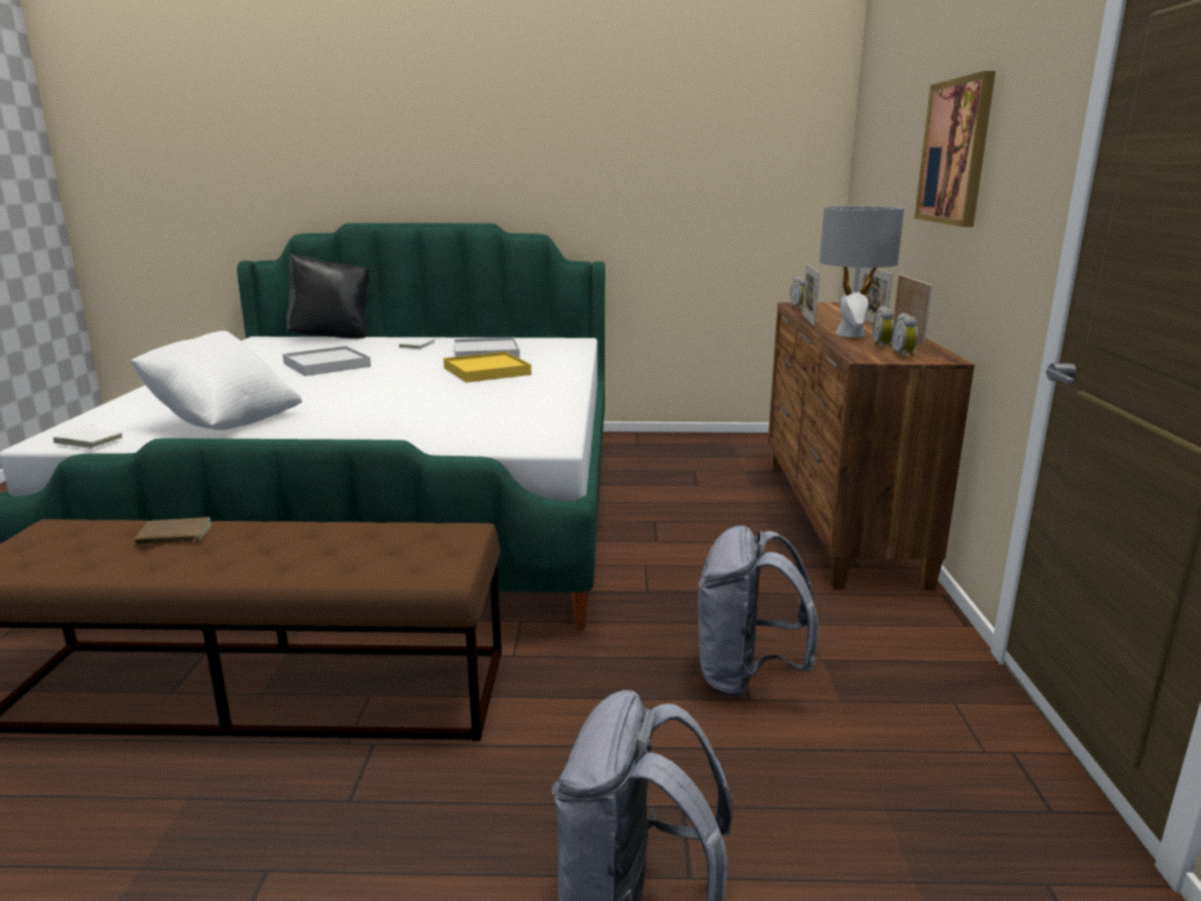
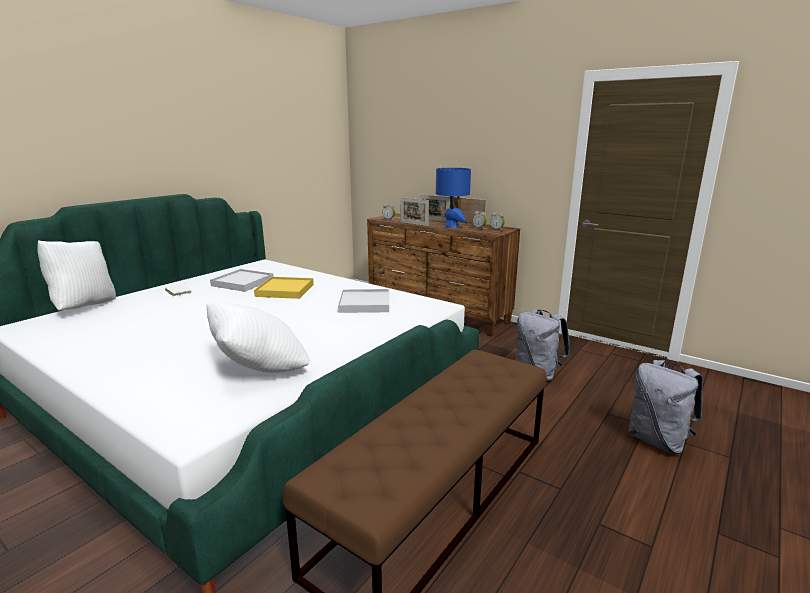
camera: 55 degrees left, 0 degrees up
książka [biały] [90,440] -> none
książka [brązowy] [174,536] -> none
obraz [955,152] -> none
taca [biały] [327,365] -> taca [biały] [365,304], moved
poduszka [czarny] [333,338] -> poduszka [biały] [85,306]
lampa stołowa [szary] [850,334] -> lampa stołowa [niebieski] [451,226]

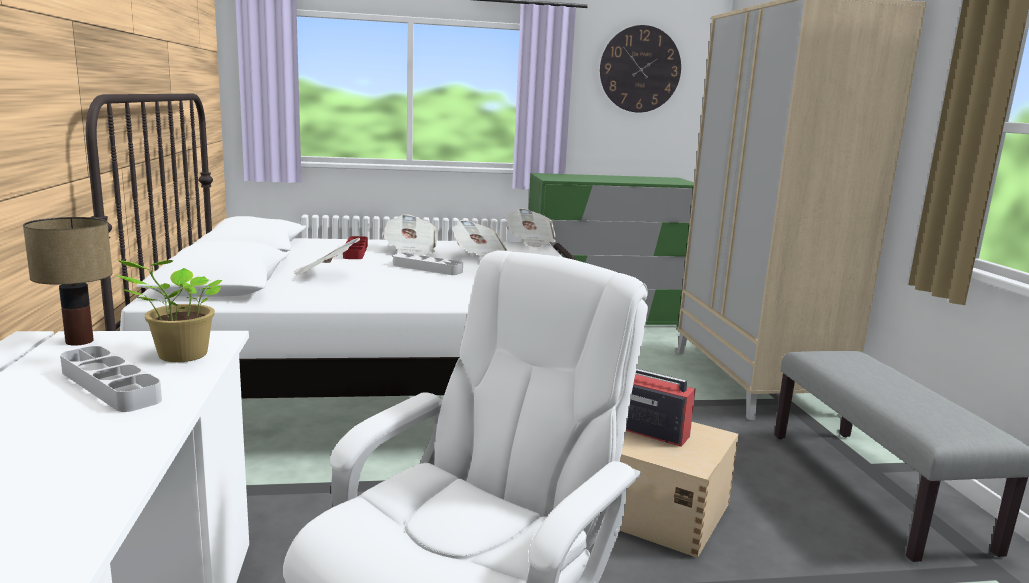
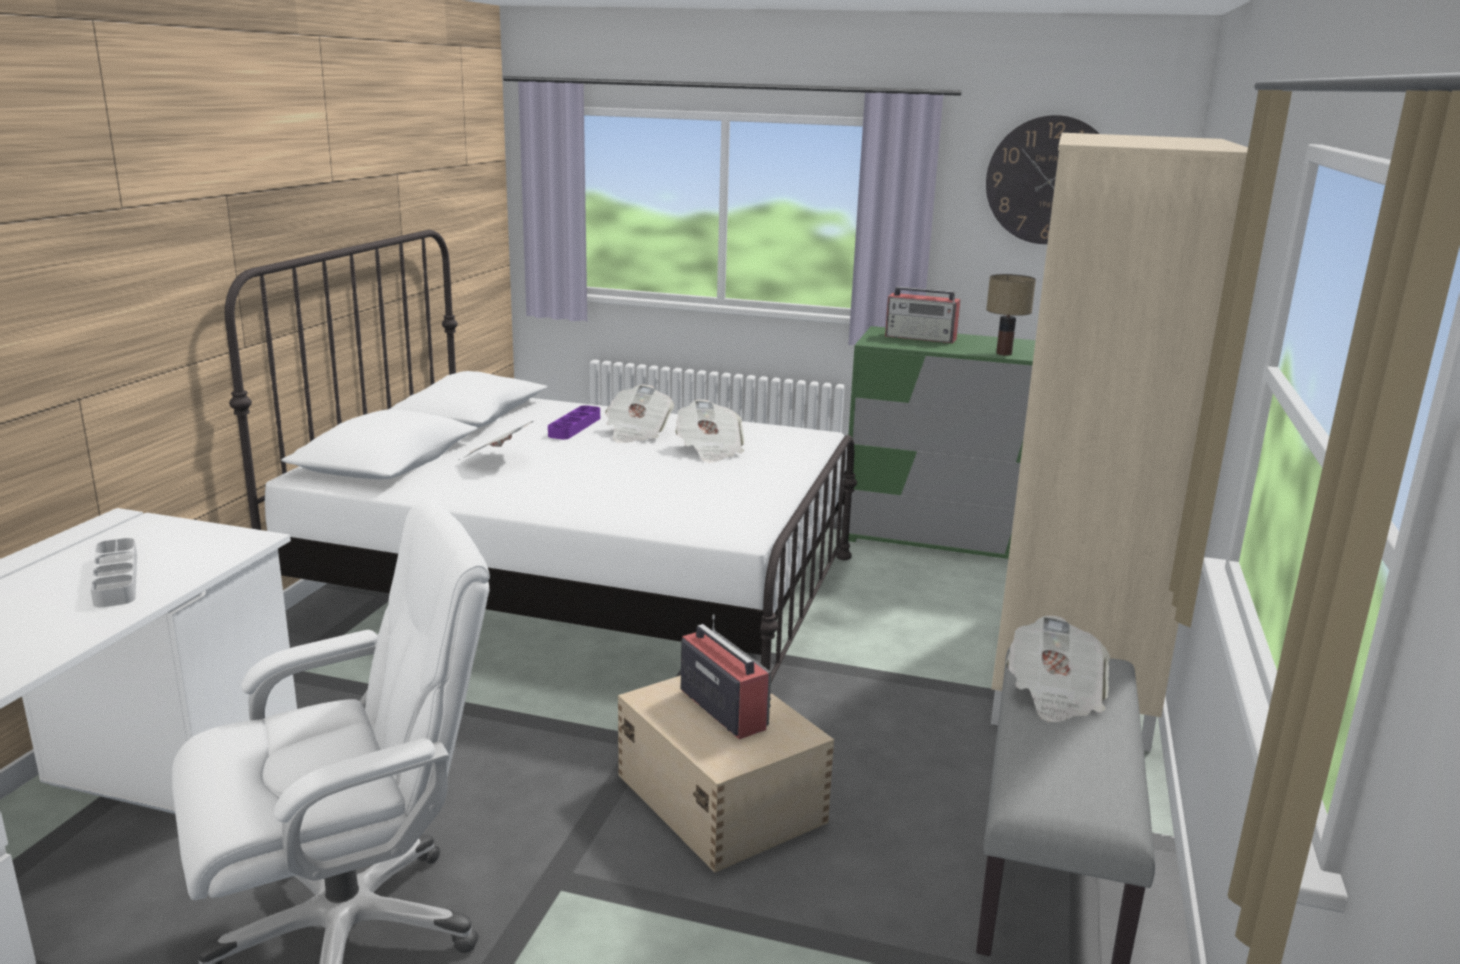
camera: 25 degrees right, 5 degrees up
roślina doniczkowa [179,356] -> none
taca [szary] [427,268] -> none
none -> radio [921,338]
lampa stołowa [78,342] -> lampa stołowa [1003,353], moved
gazeta [530,242] -> gazeta [1054,695], moved
taca [czerwony] [355,251] -> taca [fioletowy] [574,427]

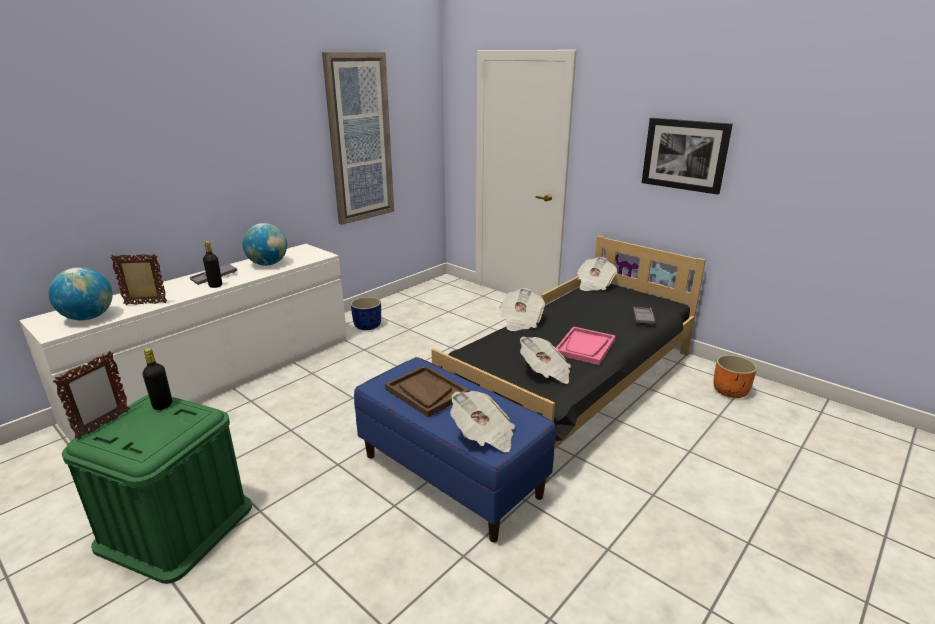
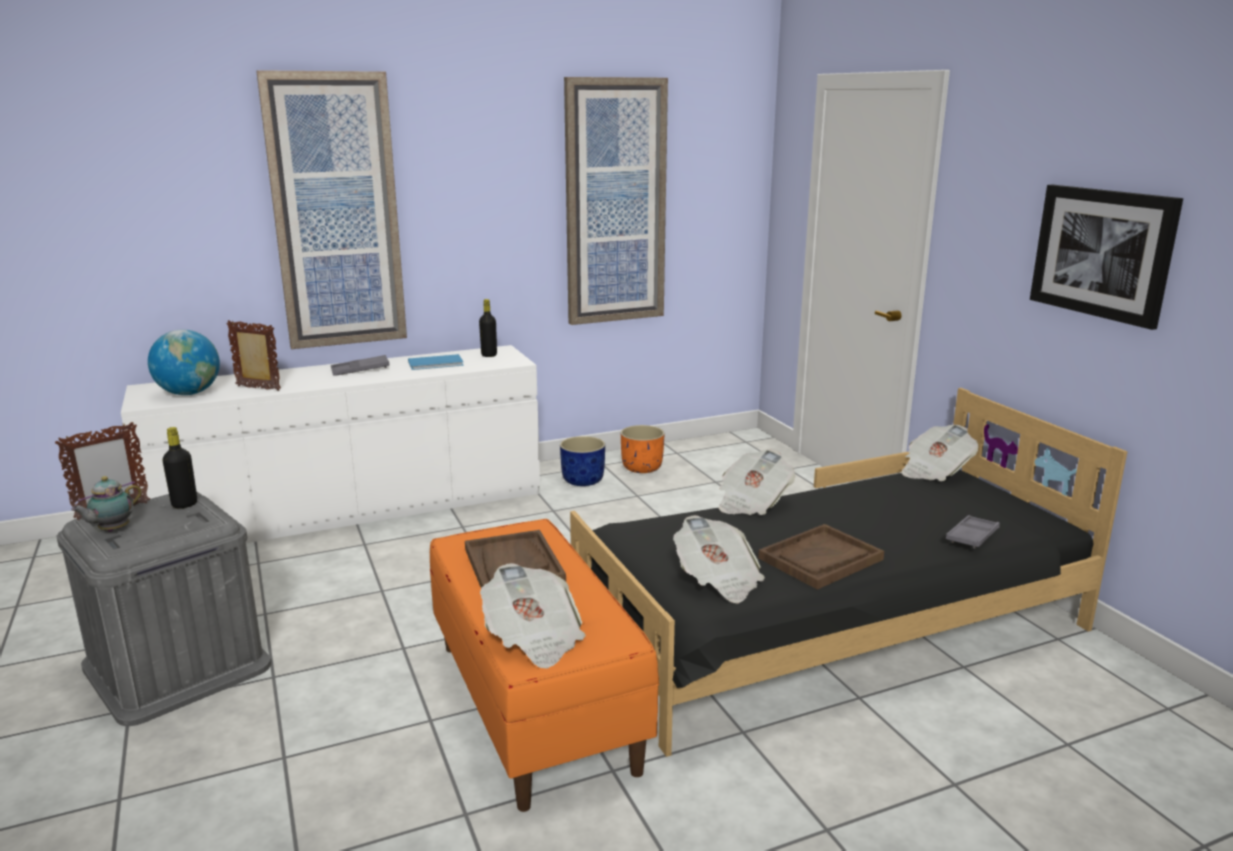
camera: 25 degrees right, 5 degrees down
none -> imbryk [112,530]
none -> obraz [336,212]
butelka [czarny] [215,285] -> butelka [czarny] [489,355], moved
donica [pomarańczowy] [730,391] -> donica [pomarańczowy] [642,468], moved
globus [268,264] -> książka [niebieski] [437,363]
pojemnik do przechowywania [zielony] [175,526] -> pojemnik do przechowywania [szary] [177,665]
ławka [niebieski] [451,475] -> ławka [pomarańczowy] [536,705]
taca [różowy] [585,347] -> taca [brązowy] [820,559]

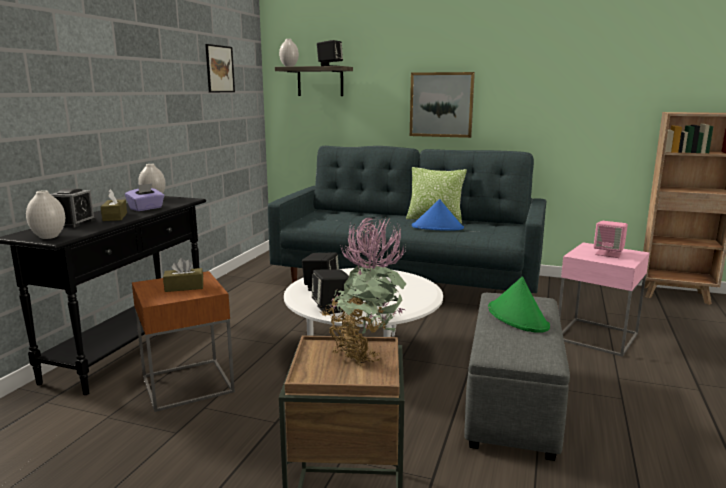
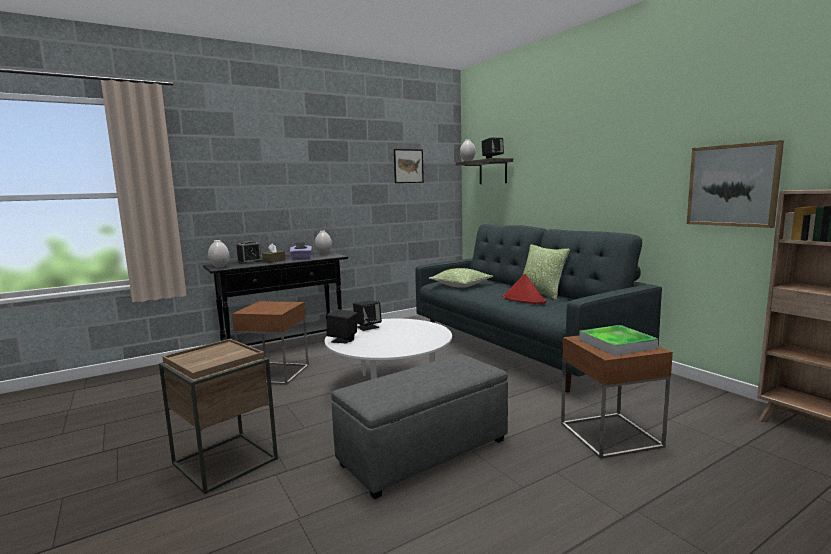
camera: 40 degrees right, 5 degrees down
pudełko chusteczek [brązowy] [184,287] -> none
roślina doniczkowa [364,353] -> none
kapelusz [zielony] [518,318] -> none
none -> poduszka [461,285]
obraz [441,104] -> obraz [732,185], moved
głośnik [różowy] [608,254] -> taca [617,344]
kapelusz [niebieski] [437,227] -> kapelusz [czerwony] [523,299]
stolik [różowy] [597,336] -> stolik [brązowy] [610,435]

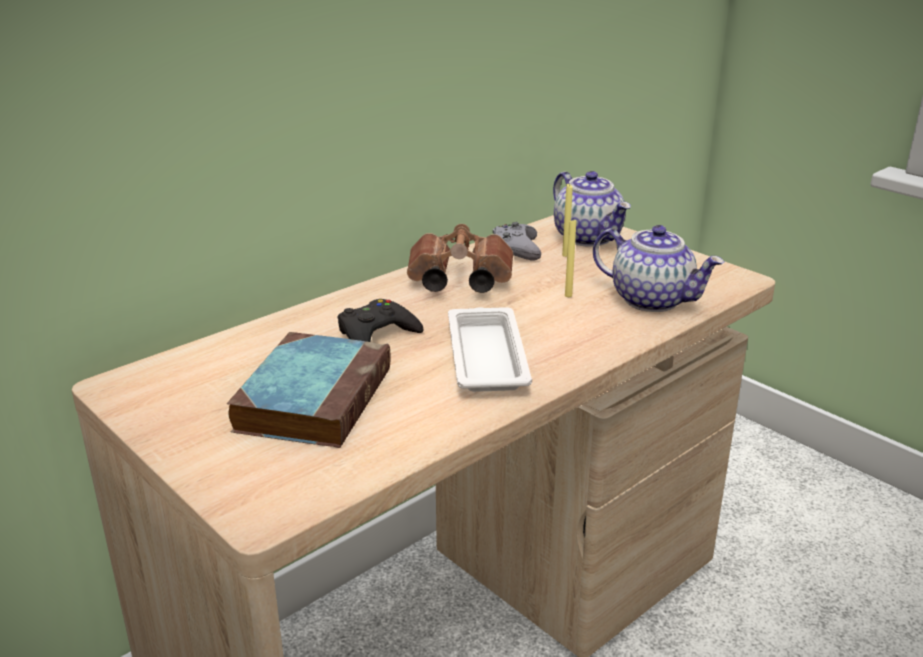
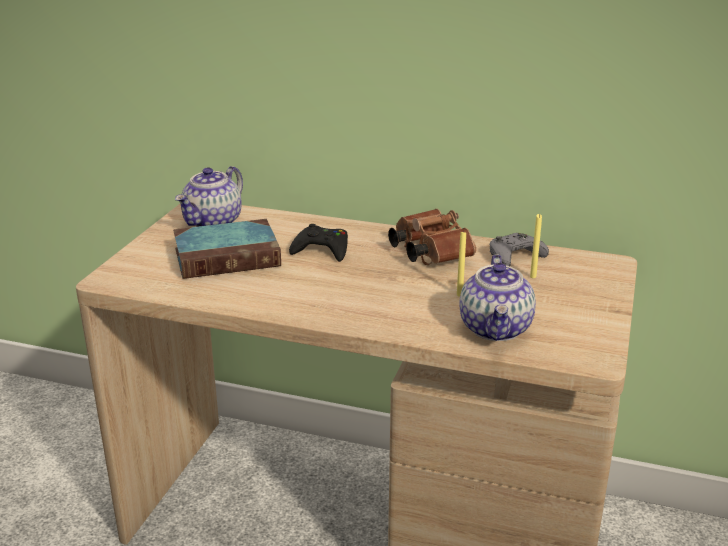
camera: 60 degrees right, 0 degrees up
taca [biały] [486,356] -> none
imbryk [589,238] -> imbryk [213,223], moved

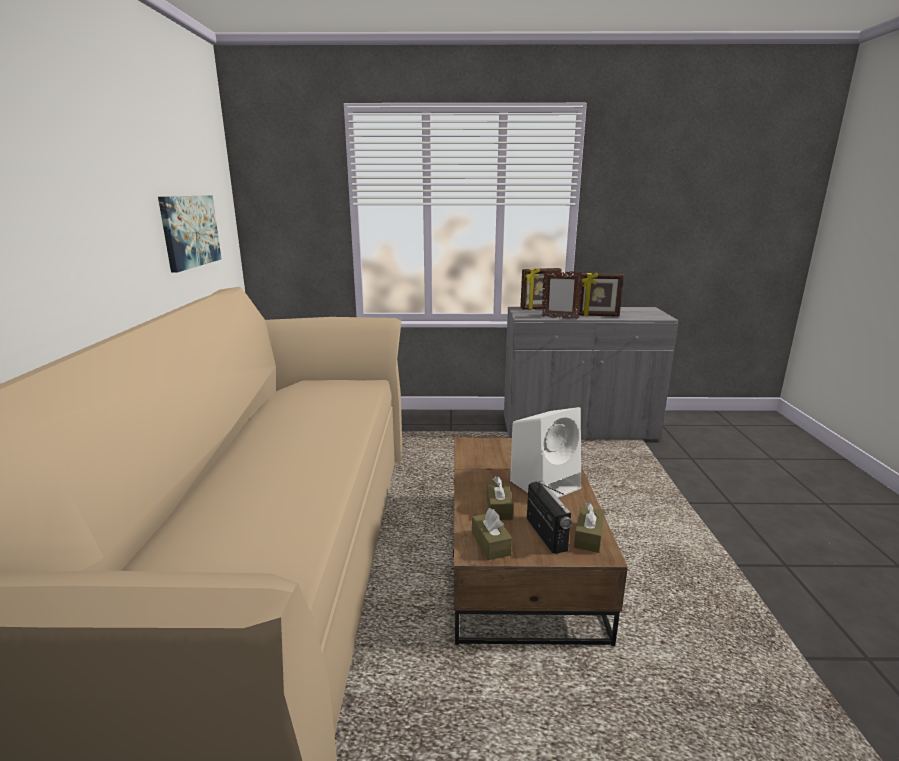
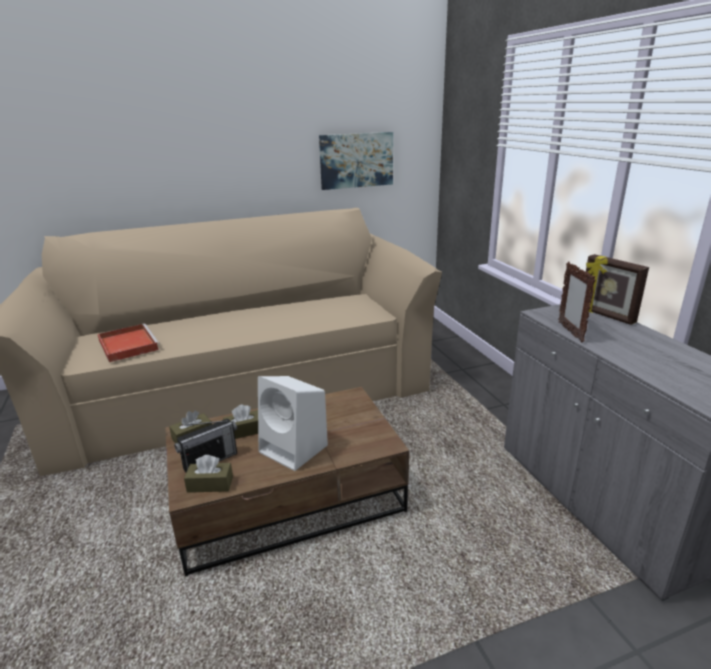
camera: 70 degrees right, 5 degrees up
ramka na zdjęcie [597,316] -> none
none -> taca [czerwony] [127,345]

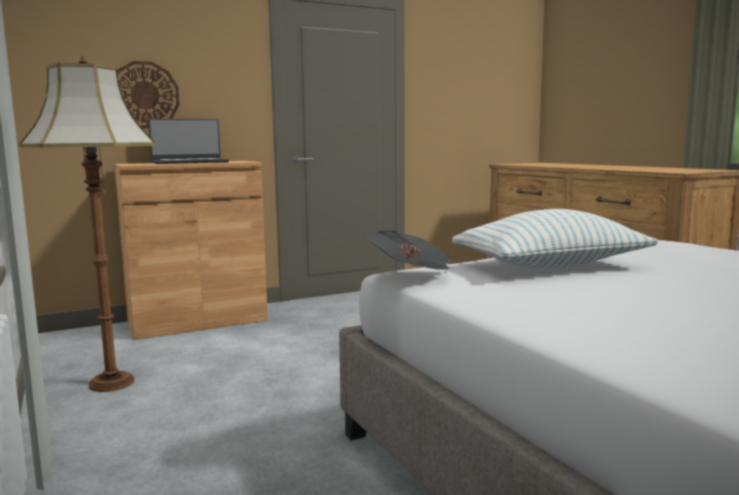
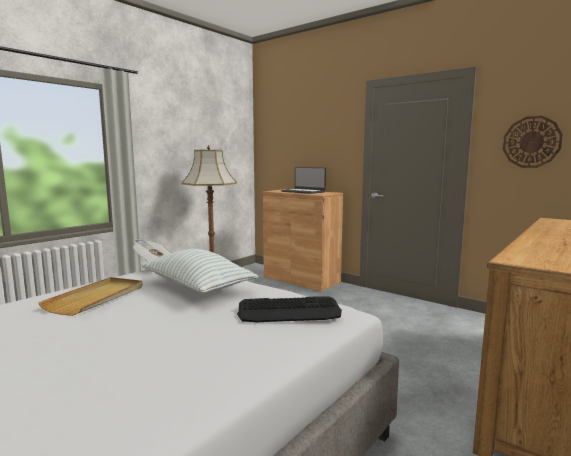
camera: 65 degrees right, 0 degrees up
none -> taca [beżowy] [97,298]
none -> klawiatura [289,311]
zegar ścienny [145,95] -> zegar ścienny [531,142], moved

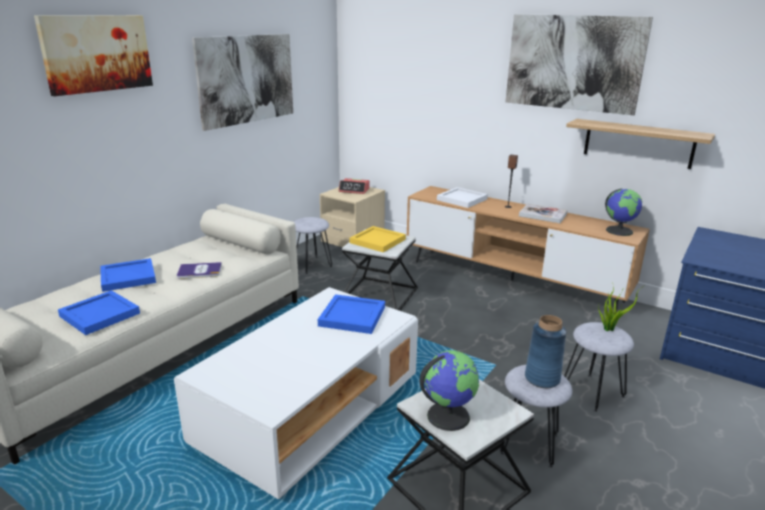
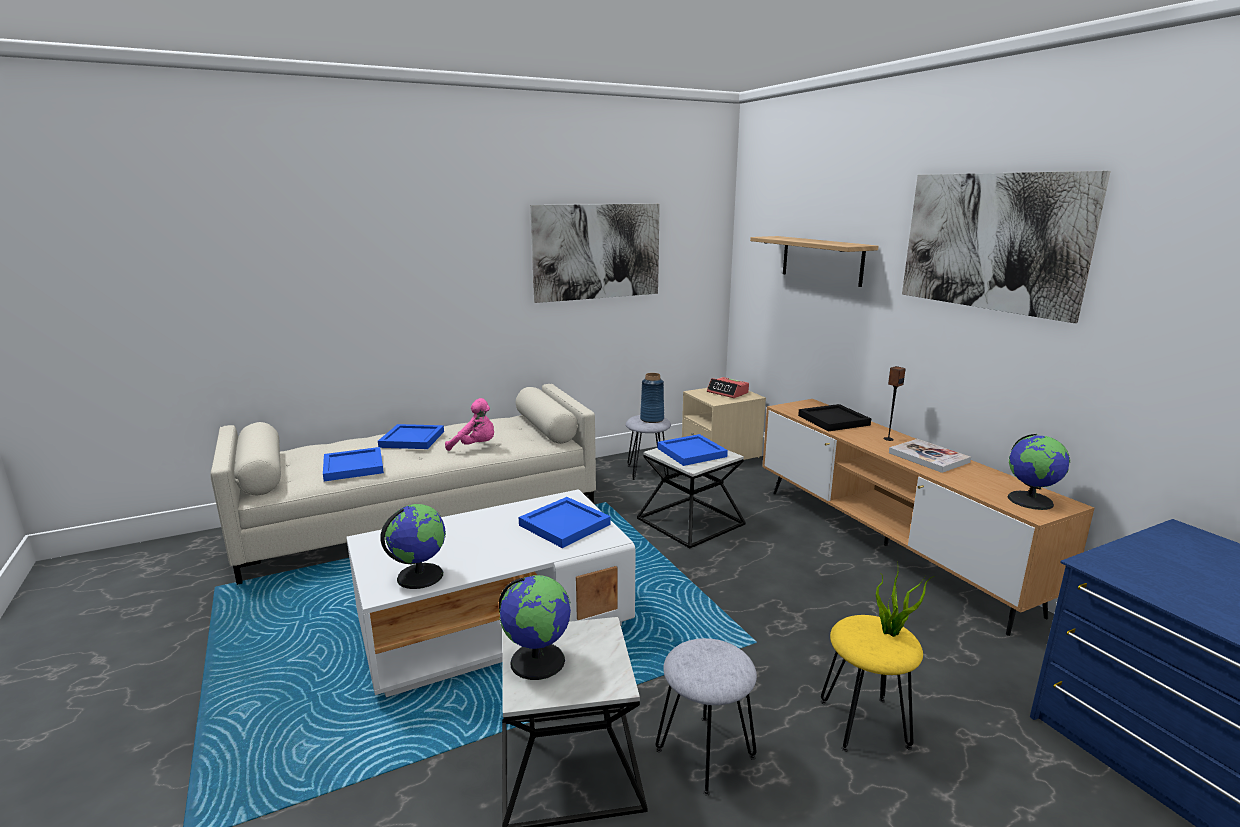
camera: 30 degrees right, 5 degrees down
obraz [97,53] -> none
none -> globus [420,575]
wazon [niebieski] [542,378] -> wazon [niebieski] [652,419], moved
półka [638,143] -> półka [821,260], moved
książka [199,271] -> pluszak [różowy] [475,446]
taca [żółty] [378,241] -> taca [niebieski] [691,453]
taca [biały] [462,199] -> taca [czarny] [833,420]
stołek [szary] [593,392] -> stołek [żółty] [865,723]

